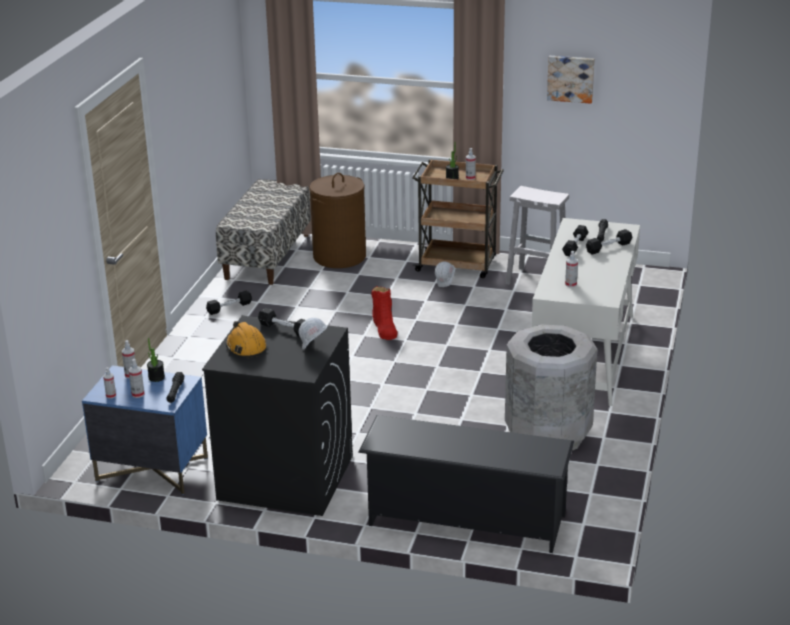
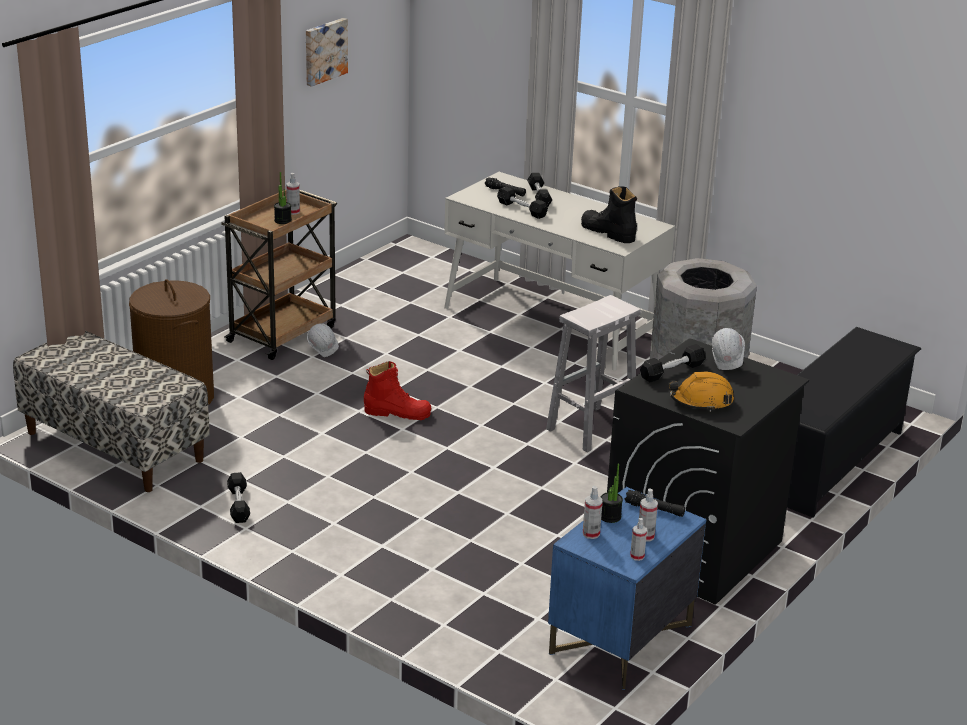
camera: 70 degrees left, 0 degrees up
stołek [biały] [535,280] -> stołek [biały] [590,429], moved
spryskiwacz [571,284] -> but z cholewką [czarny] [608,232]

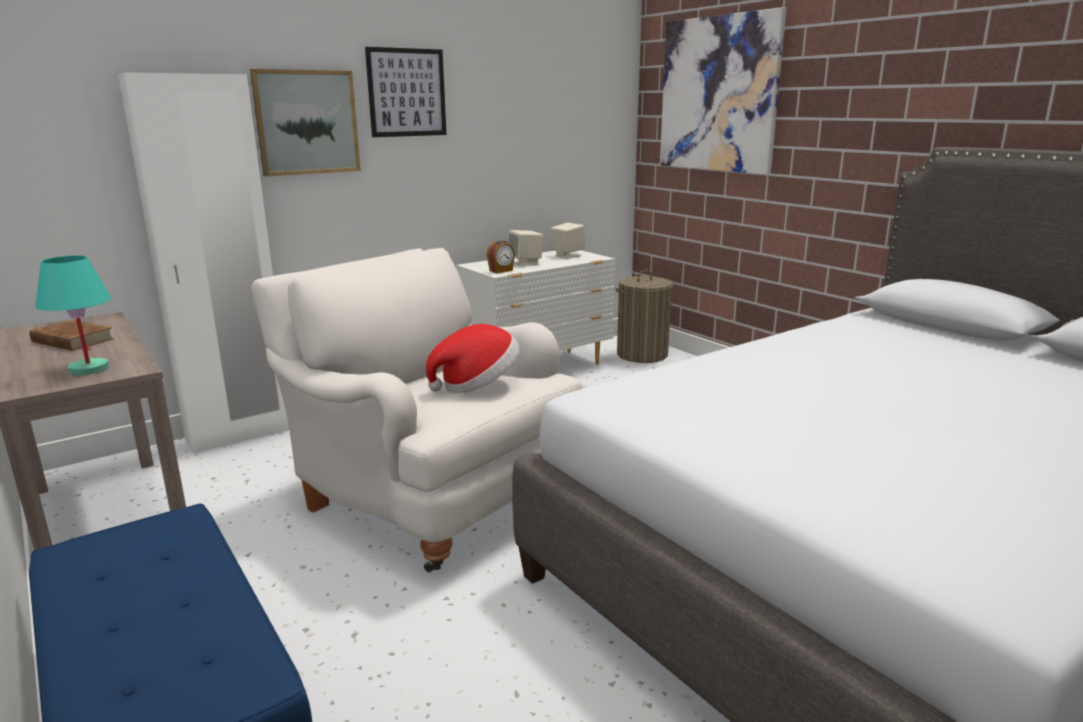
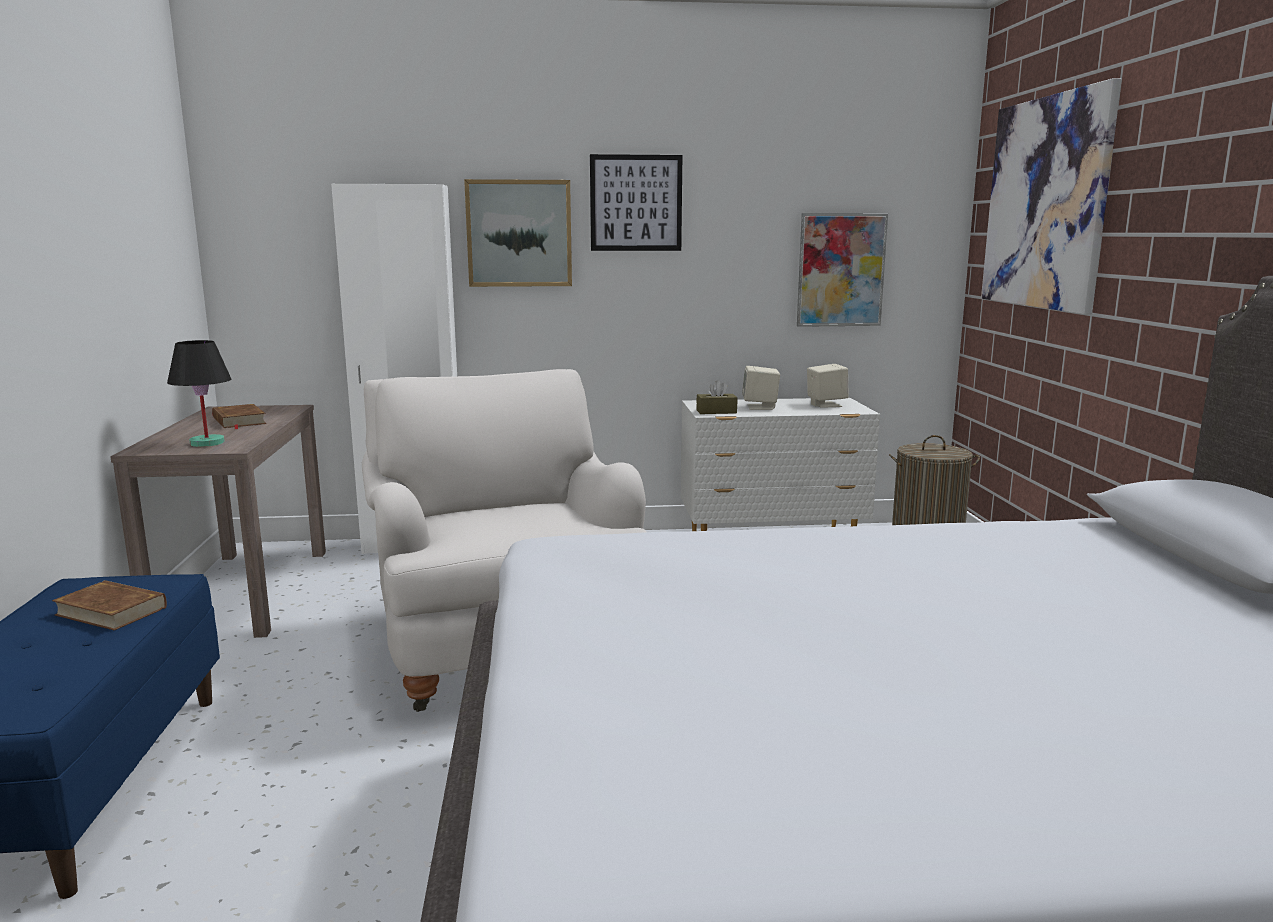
camera: 30 degrees right, 5 degrees down
kapelusz [477,385] -> none
none -> książka [brązowy] [111,611]
none -> obraz [841,270]
budzik [501,271] -> pudełko chusteczek [brązowy] [716,411]
lampa stołowa [turkusowy] [88,369] -> lampa stołowa [czarny] [206,443]

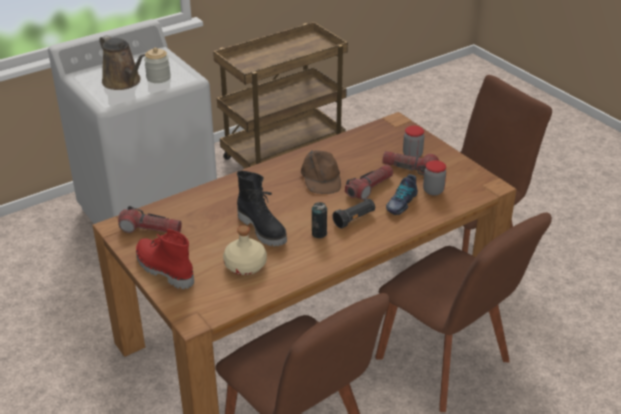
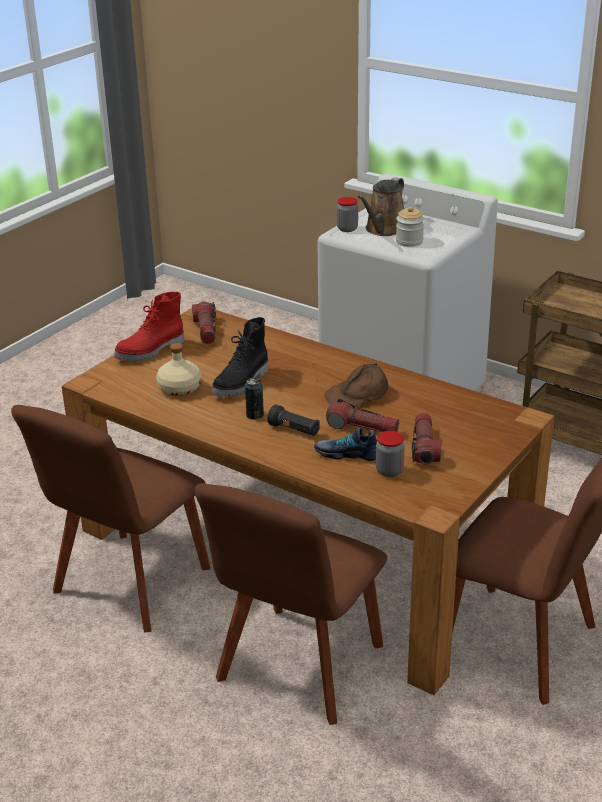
camera: 70 degrees right, 5 degrees down
słoik [412,155] -> słoik [347,229], moved
but z cholewką [czerwony] [163,270] -> but z cholewką [czerwony] [151,351], 150 degrees counterclockwise

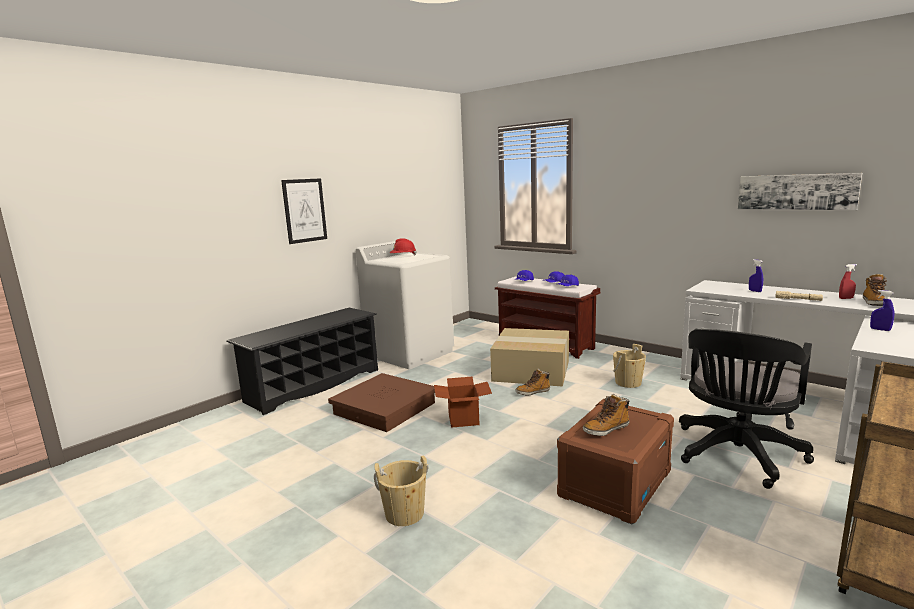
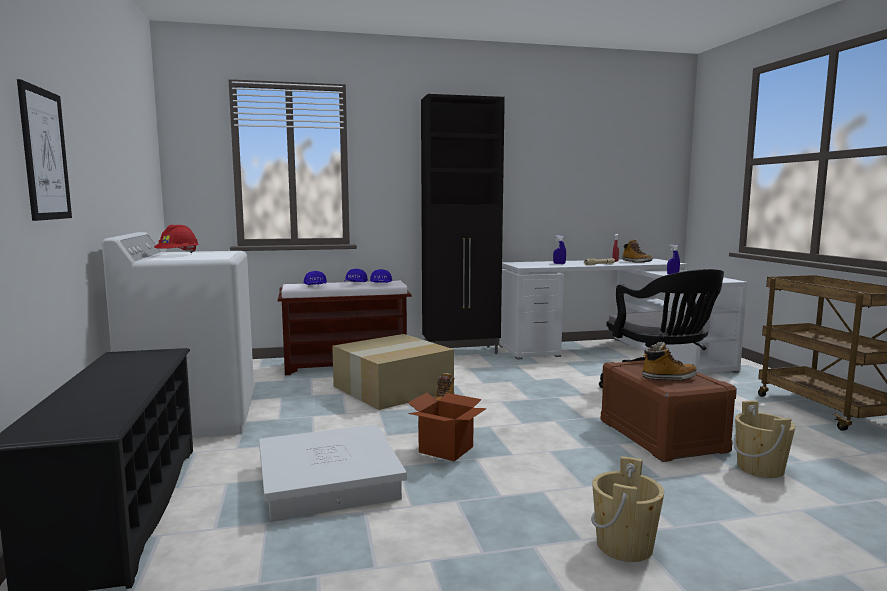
camera: 55 degrees left, 5 degrees down
obraz [796,192] -> none
none -> szafka [czarny] [462,352]
wiadro [beżowy] [628,383] -> wiadro [beżowy] [760,468], moved
pojemnik do przechowywania [brązowy] [385,408] -> pojemnik do przechowywania [biały] [329,481]
but z cholewką [606,429] -> but z cholewką [669,378], 105 degrees counterclockwise

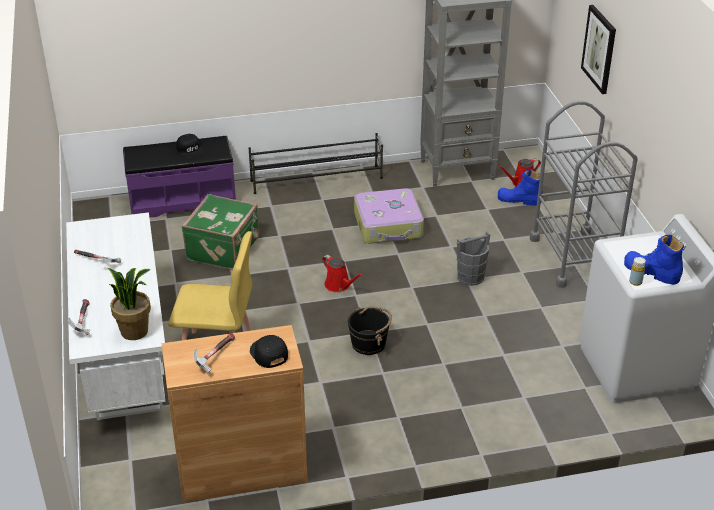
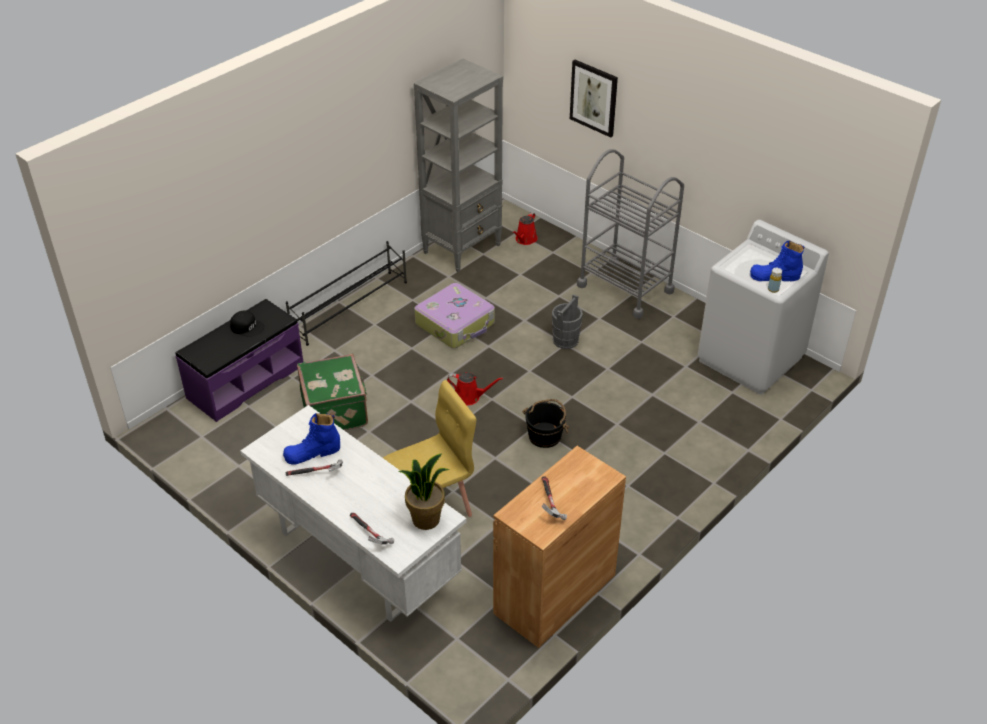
camera: 35 degrees left, 5 degrees up
czapka z daszkiem [czarny] [268,354] -> none
but z cholewką [niebieski] [519,200] -> but z cholewką [niebieski] [312,453], moved

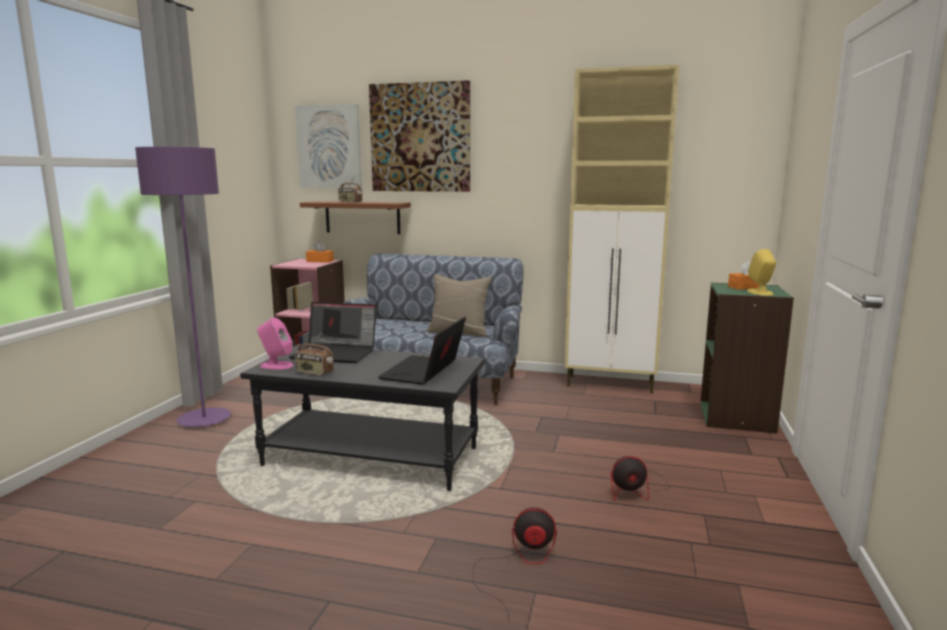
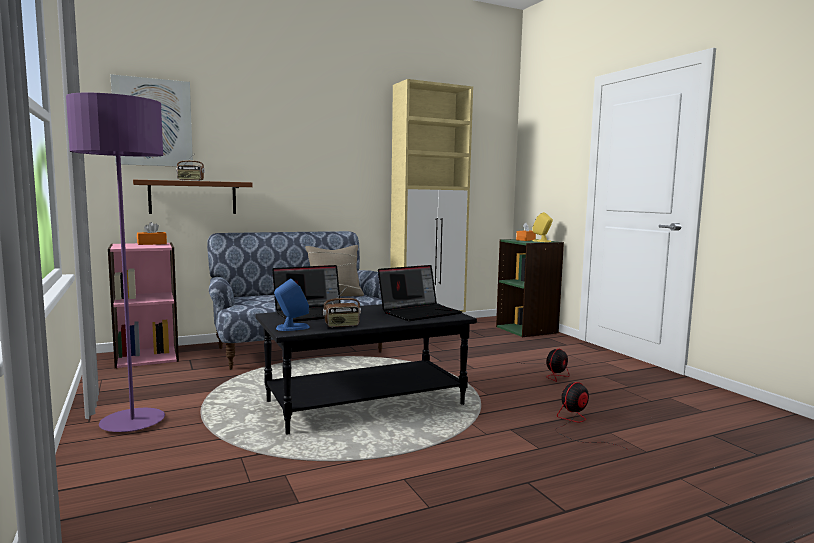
camera: 40 degrees left, 5 degrees down
obraz [420,138] -> none
głośnik [różowy] [276,365] -> głośnik [niebieski] [292,327]
laptop [424,372] -> laptop [420,312], 105 degrees counterclockwise

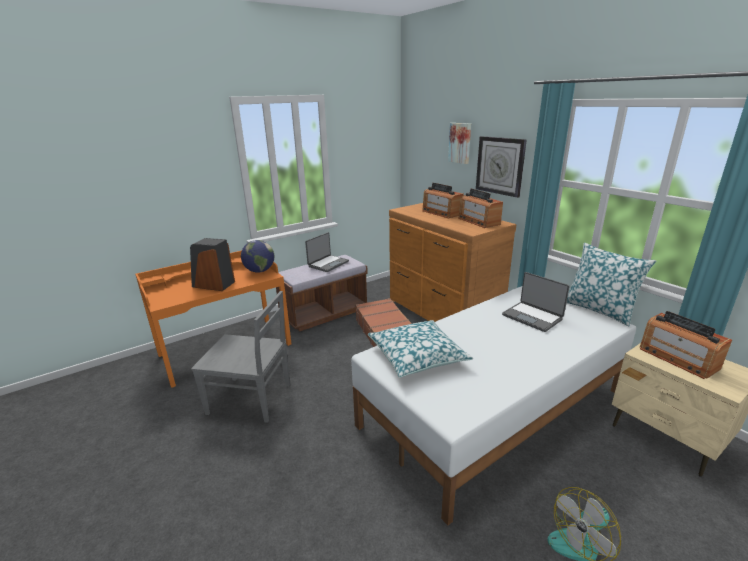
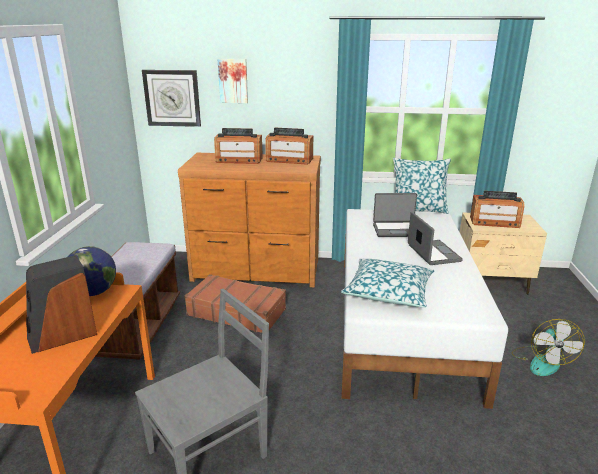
camera: 50 degrees left, 0 degrees up
laptop [328,264] -> laptop [432,253], moved
zegar ścienny [500,166] -> zegar ścienny [172,98], moved

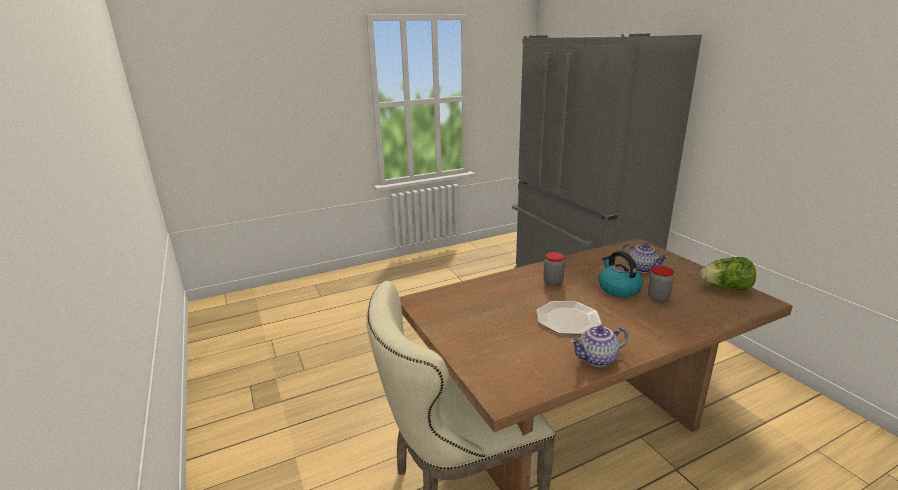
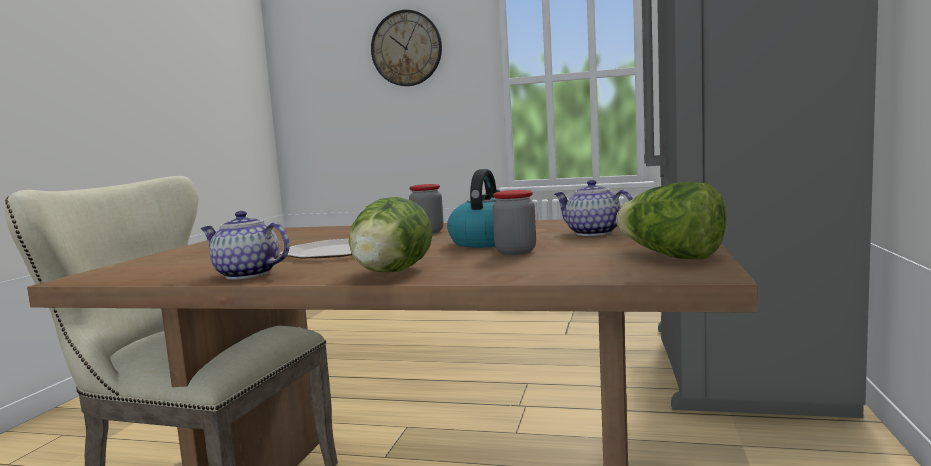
camera: 40 degrees right, 15 degrees down
none -> sałata [390,274]
none -> zegar ścienny [406,48]
imbryk [642,268] -> imbryk [592,233], 135 degrees clockwise

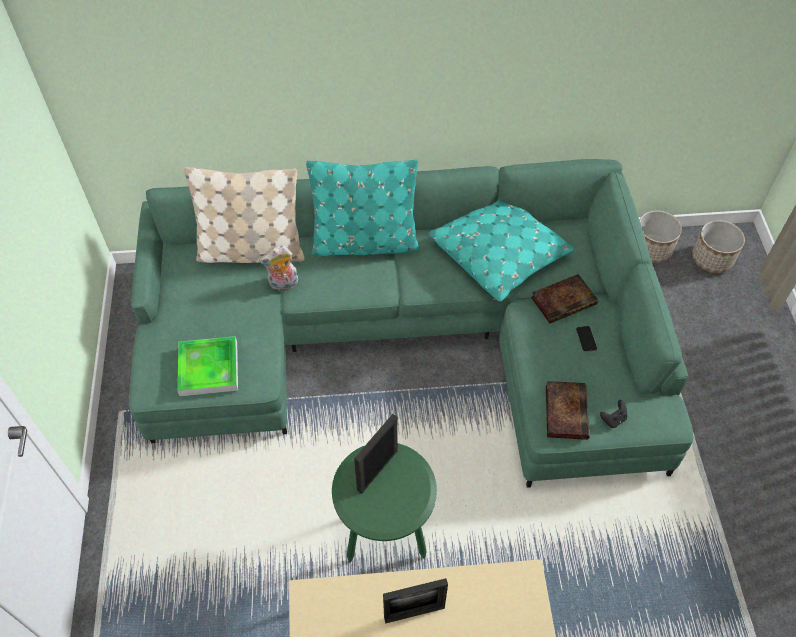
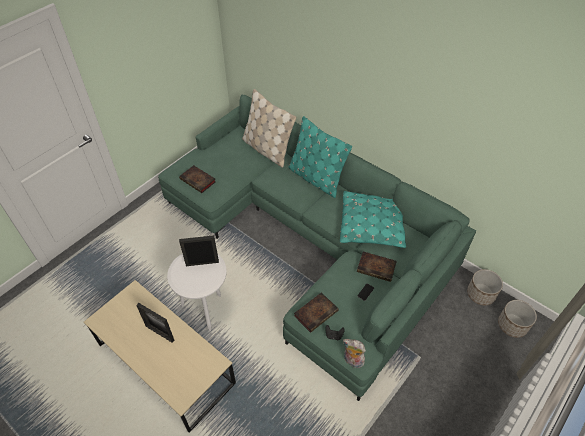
camera: 45 degrees right, 5 degrees down
pluszak [283,284] -> pluszak [352,361], moved
taca [209,368] -> książka [198,181]
stolik [zielony] [385,536] -> stolik [biały] [206,309]

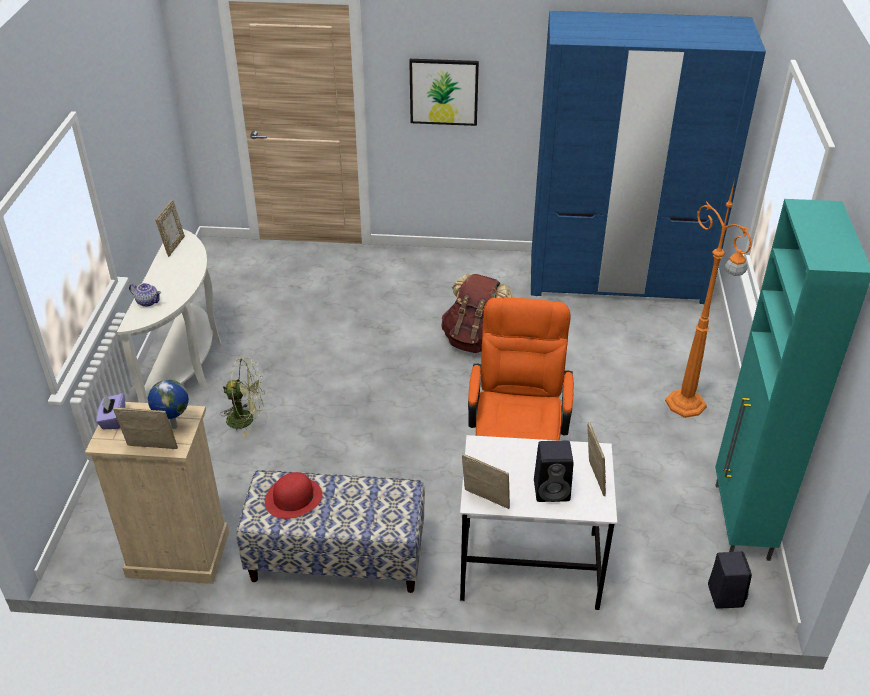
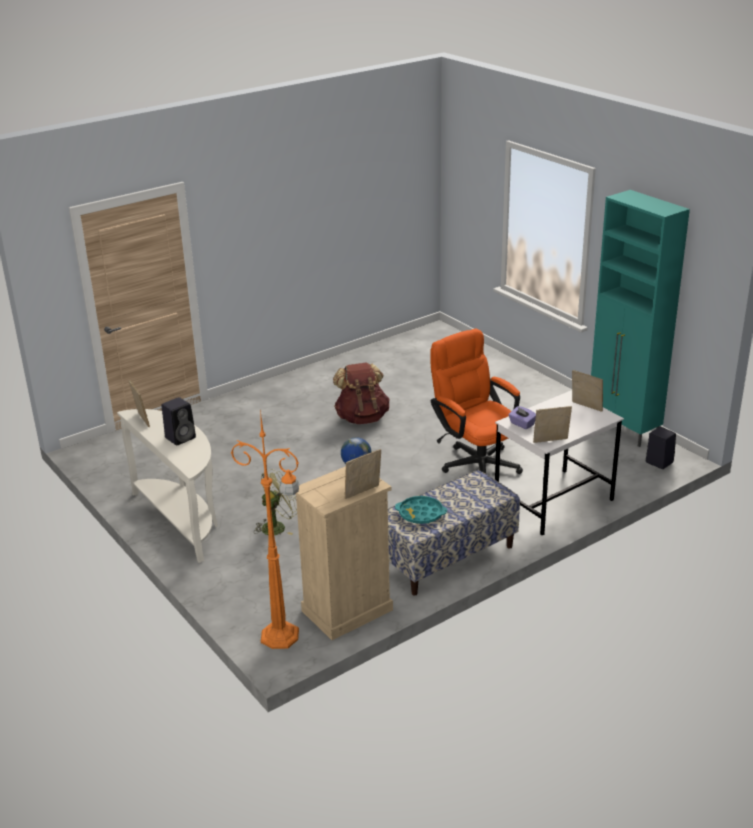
camera: 40 degrees left, 10 degrees down
imbryk [148,302] -> none
obraz [444,91] -> none
szafa [niebieski] [617,279] -> none
pudełko chusteczek [fioletowy] [113,419] -> pudełko chusteczek [fioletowy] [522,424], moved
głośnik [czarny] [553,490] -> głośnik [czarny] [181,437], moved
lampa stojąca [pomarańczowy] [687,405] -> lampa stojąca [pomarańczowy] [282,636], moved
kapelusz [czerwony] [293,498] -> taca [turkusowy] [421,514]

